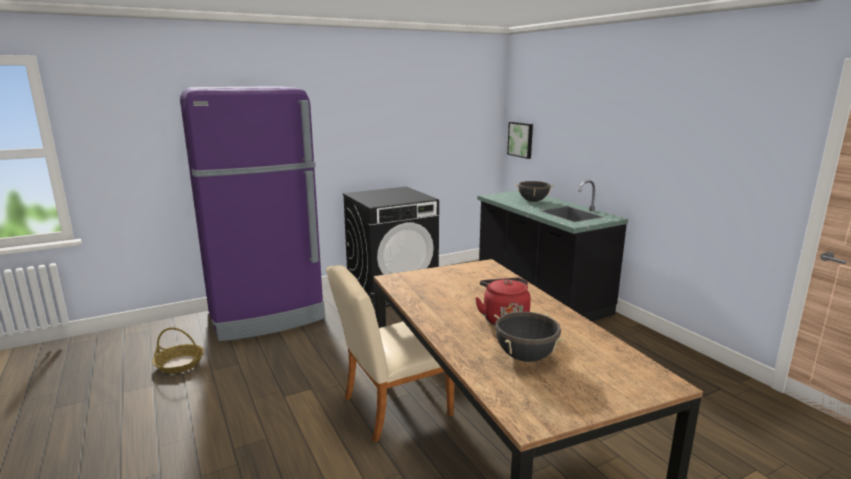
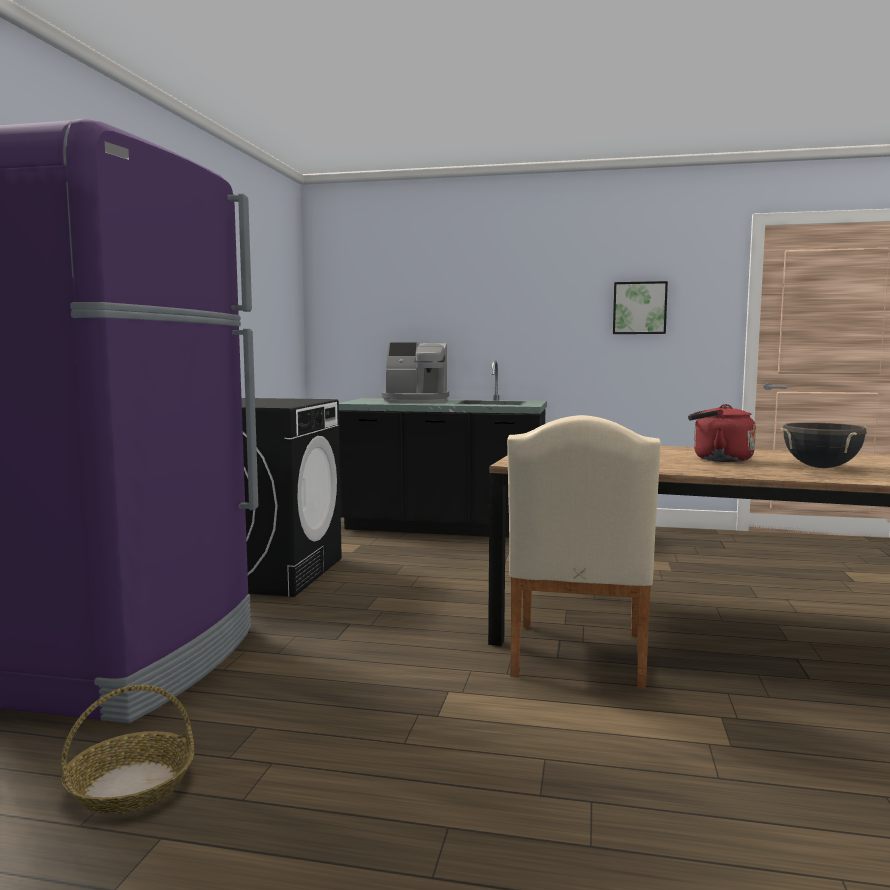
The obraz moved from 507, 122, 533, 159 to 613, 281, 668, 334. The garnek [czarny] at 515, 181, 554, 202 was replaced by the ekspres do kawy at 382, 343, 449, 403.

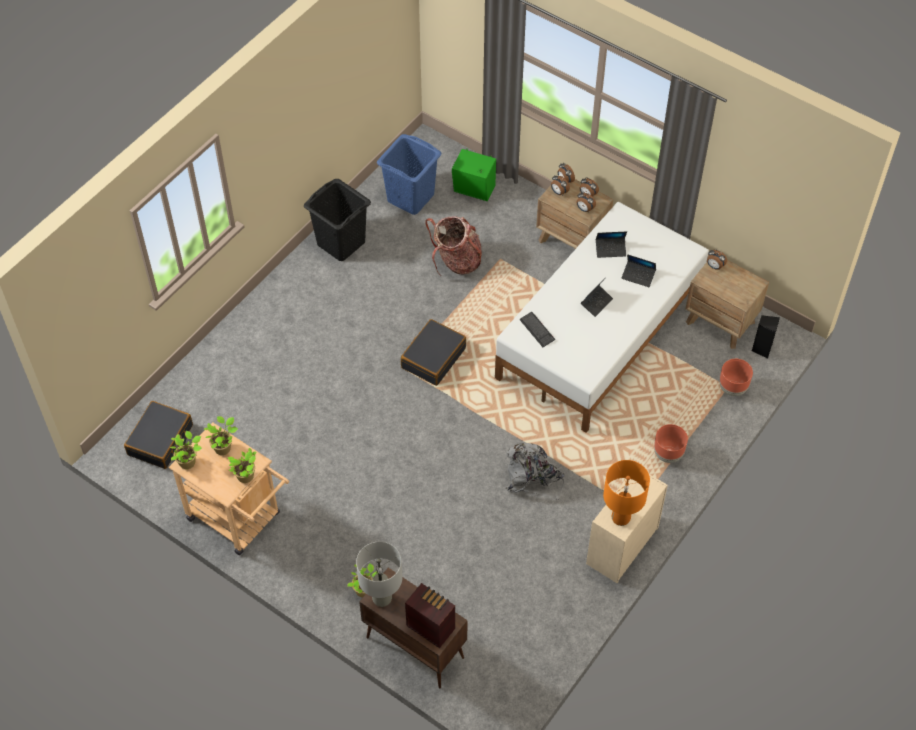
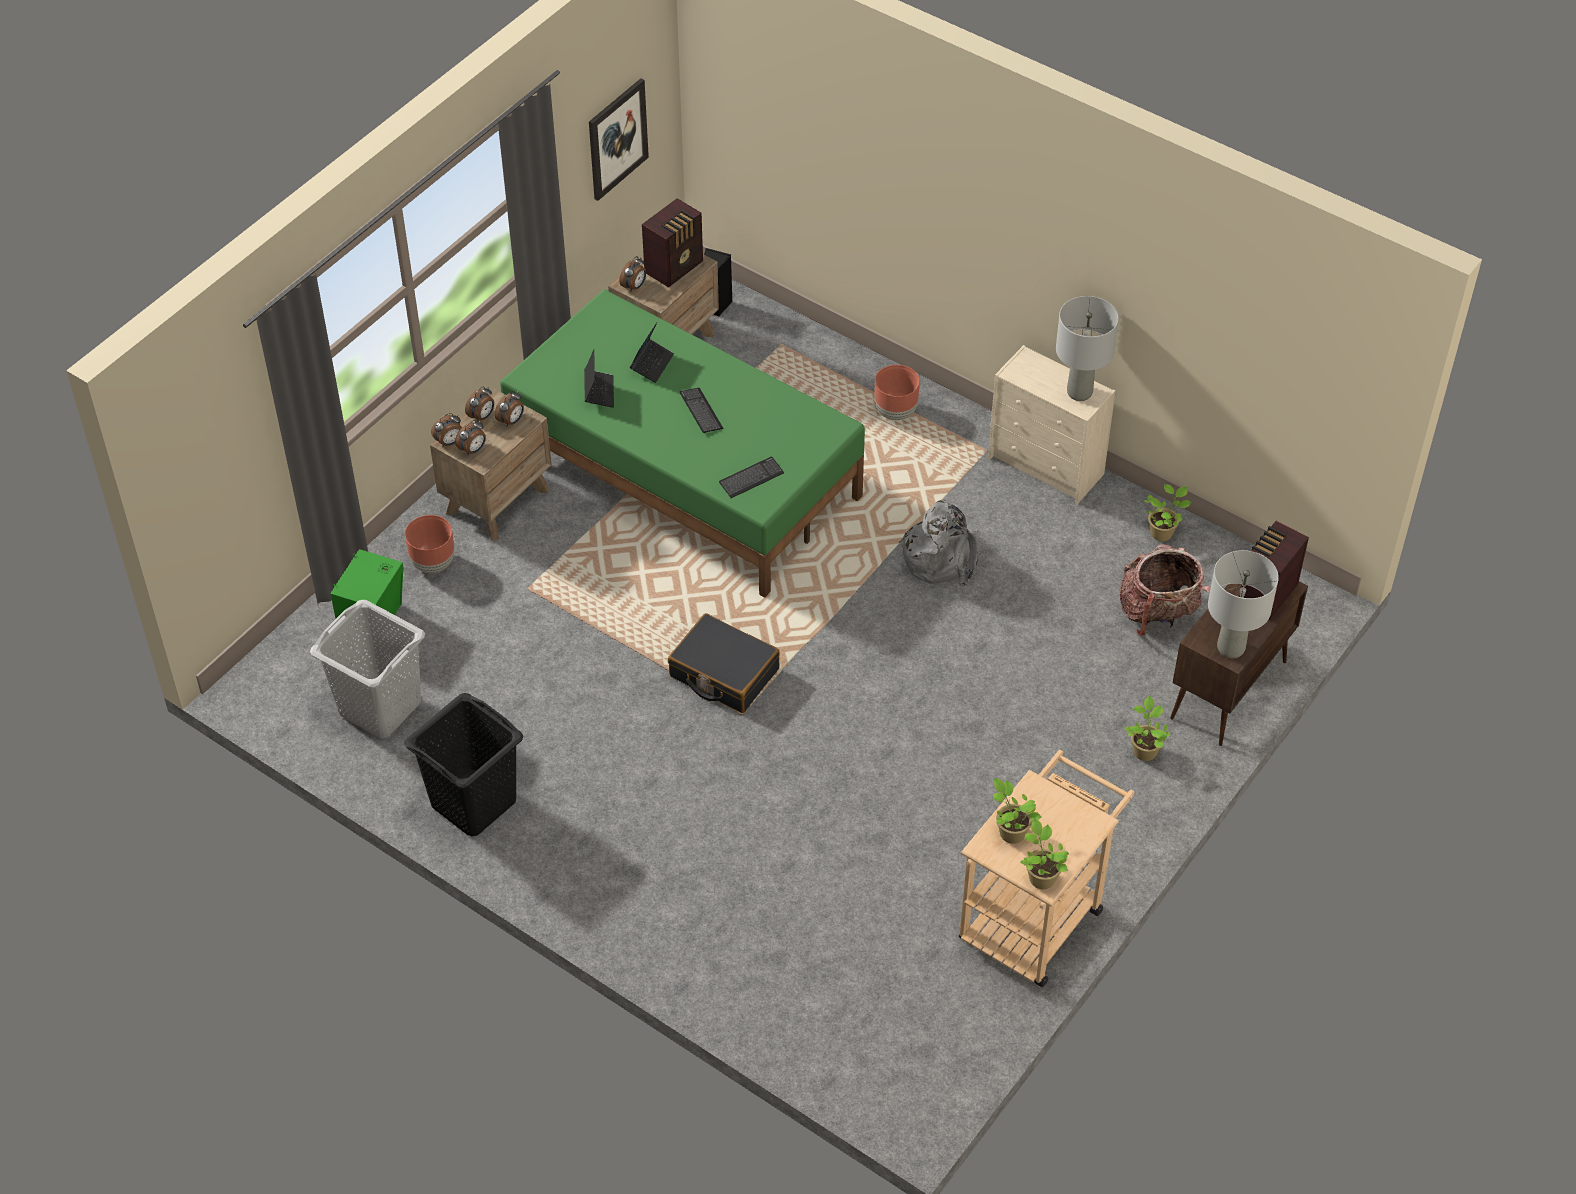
The walizka [czarny] at 124, 401, 193, 469 disappeared. The obraz at 589, 78, 649, 201 appeared. The radio at 642, 198, 703, 288 appeared. The roślina doniczkowa moved from 227, 448, 257, 483 to 1144, 484, 1191, 541. The plecak moved from 425, 217, 482, 276 to 1119, 543, 1211, 636. The donica [brązowy] moved from 719, 359, 753, 396 to 405, 515, 454, 573. The laptop at 581, 277, 613, 317 was replaced by the klawiatura at 680, 388, 724, 433. The kosz na pranie [niebieski] at 377, 134, 441, 215 became the kosz na pranie [szary] at 310, 600, 425, 738. The łóżko [biały] at 495, 202, 709, 433 became the łóżko [zielony] at 500, 290, 865, 598. The lampa stołowa [pomarańczowy] at 603, 460, 650, 526 became the lampa stołowa [szary] at 1056, 296, 1119, 401.

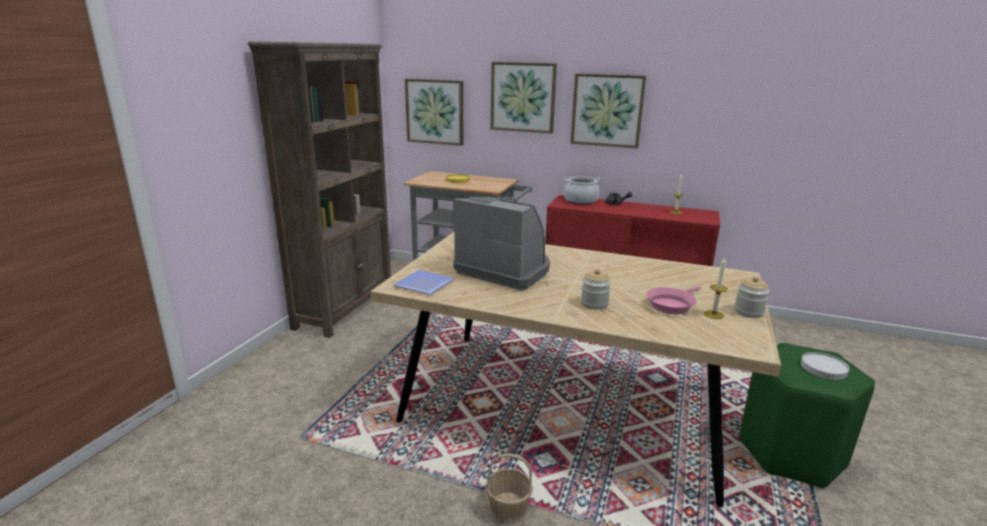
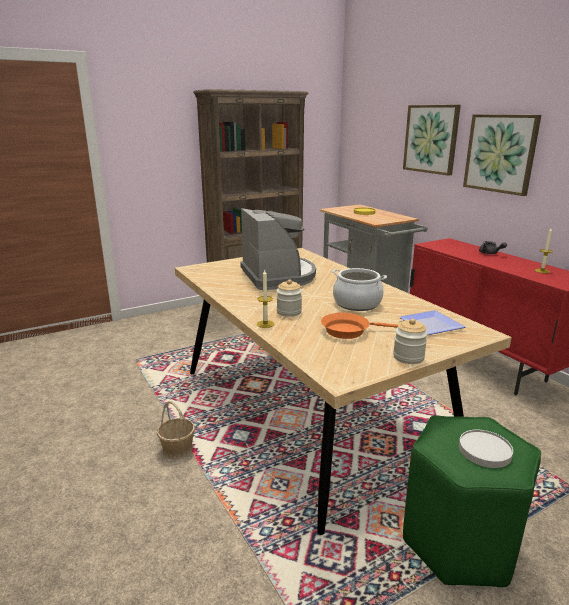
The obraz at 405, 79, 463, 146 disappeared. The talerz moved from 393, 270, 455, 295 to 399, 310, 466, 335. The garnek moved from 564, 177, 601, 205 to 332, 268, 387, 311. The świeca moved from 704, 257, 728, 319 to 257, 270, 274, 328. The patelnia [różowy] at 646, 286, 701, 314 became the patelnia [pomarańczowy] at 321, 313, 398, 339.

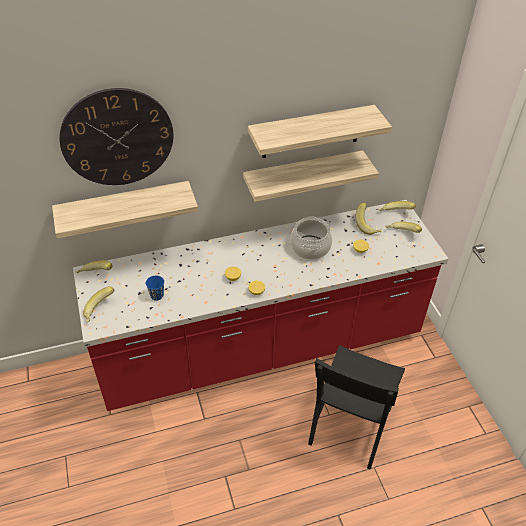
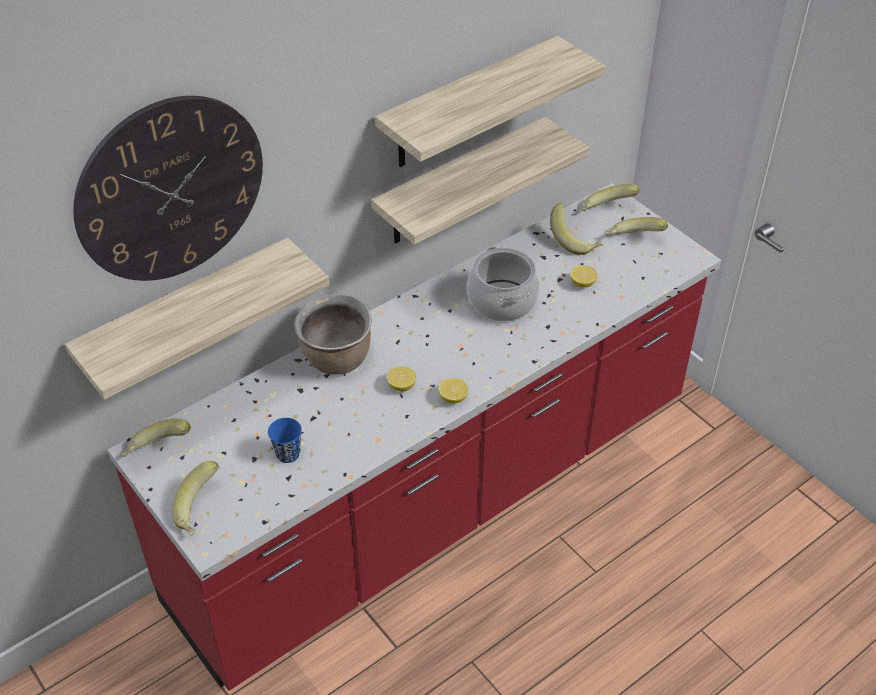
The krzesło [czarny] at 308, 345, 405, 470 disappeared. The garnek [brązowy] at 294, 294, 372, 374 appeared.

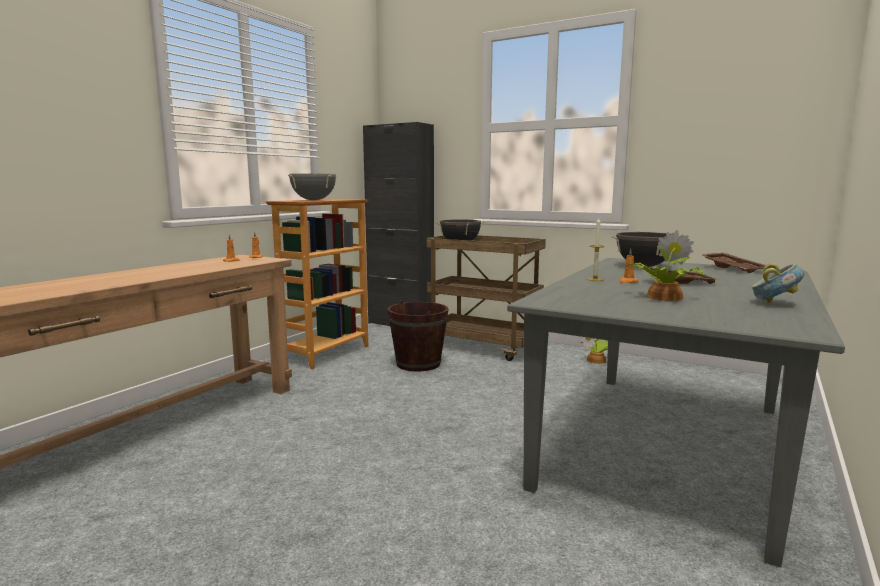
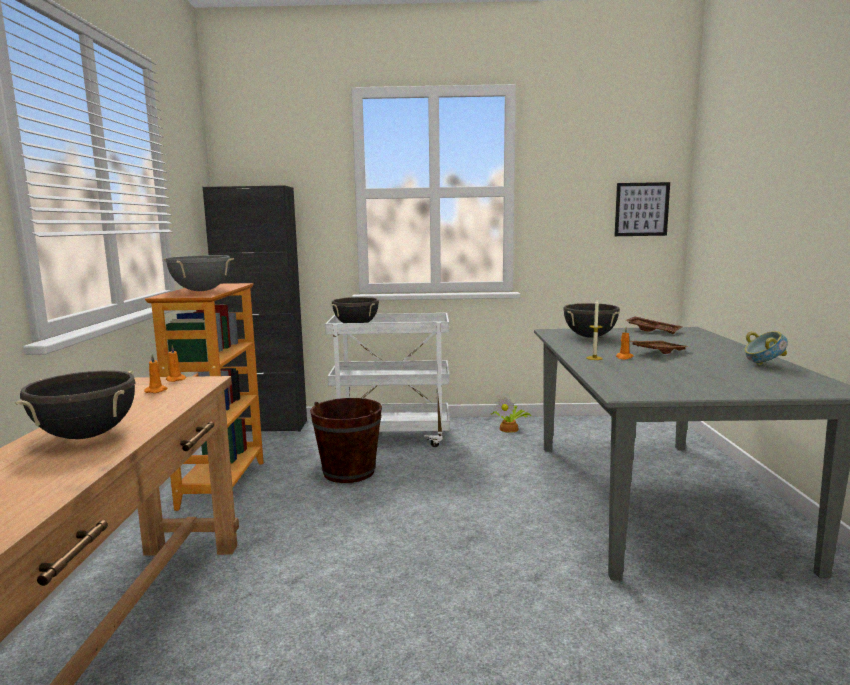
The roślina doniczkowa at 627, 230, 704, 301 disappeared. The garnek [czarny] at 15, 370, 136, 439 appeared. The obraz at 614, 182, 670, 236 appeared. The wózek [brązowy] at 426, 235, 546, 361 became the wózek [biały] at 325, 313, 450, 447.

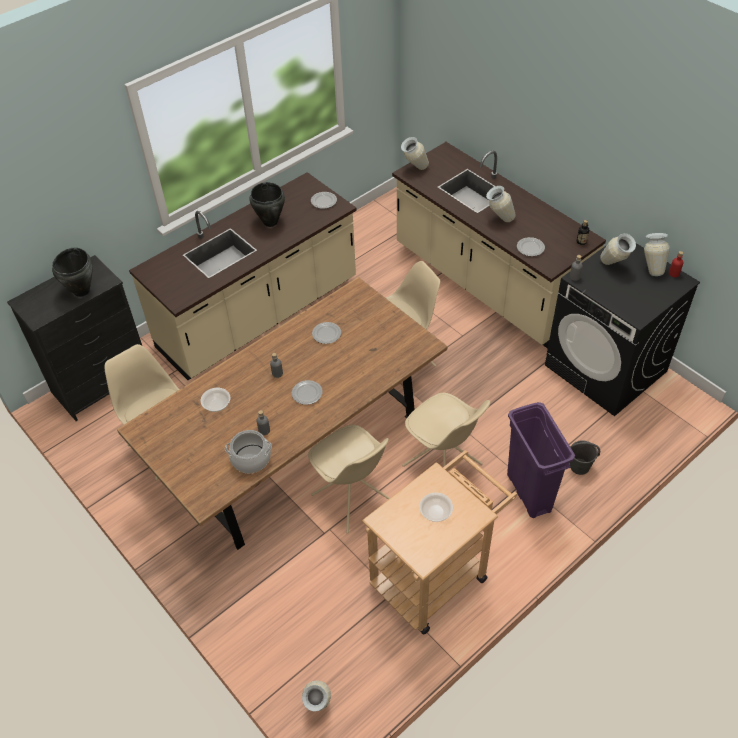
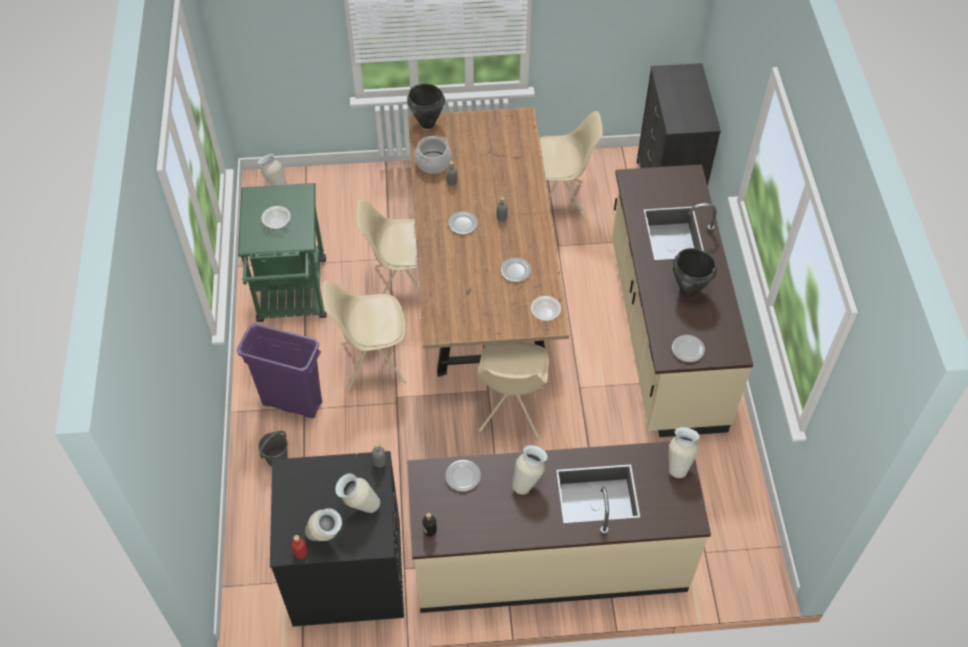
The garnek [czarny] moved from 52, 247, 93, 297 to 407, 83, 445, 129. The miska moved from 201, 388, 231, 412 to 531, 296, 561, 321. The wózek [beżowy] at 362, 450, 518, 634 became the wózek [zielony] at 238, 183, 327, 322.

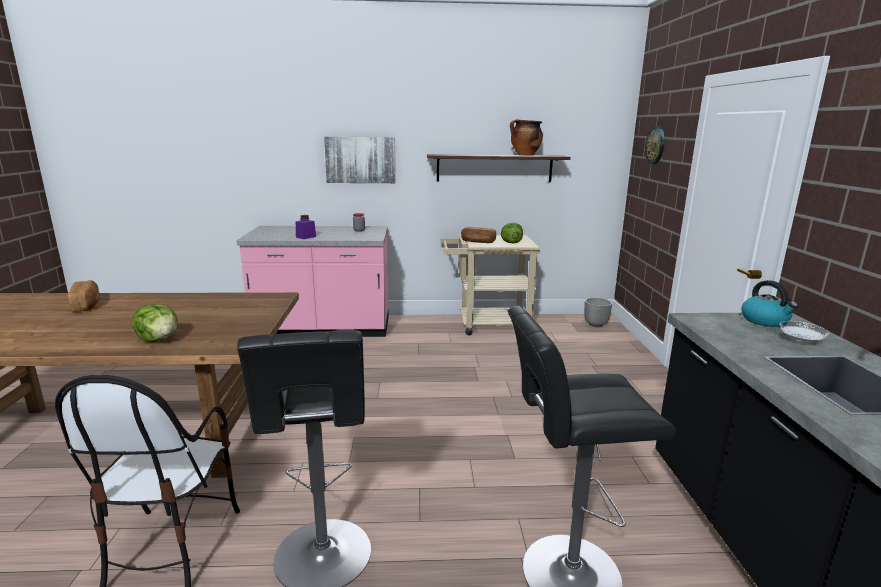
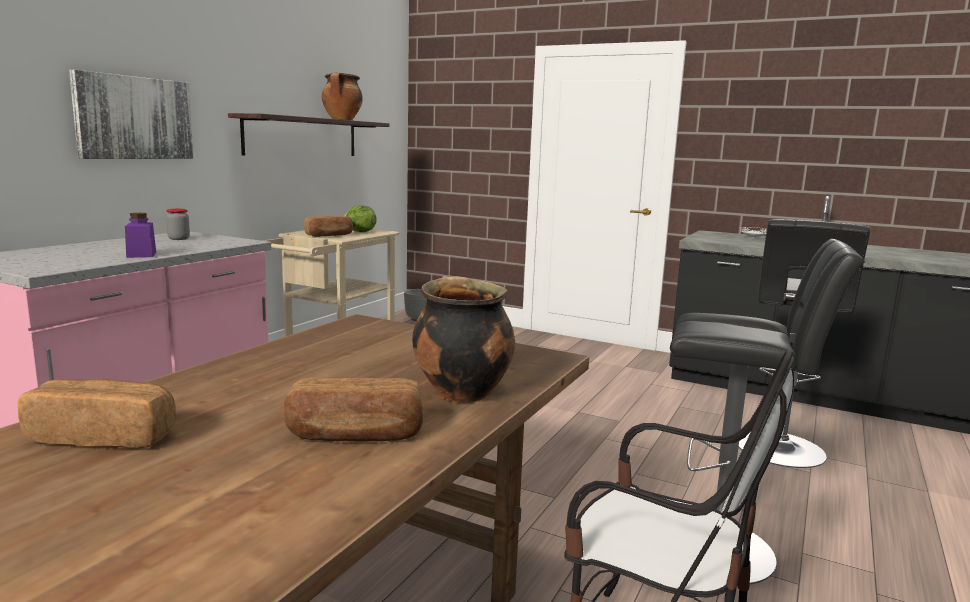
The zegar ścienny at 645, 126, 665, 164 disappeared. The czajnik at 741, 280, 798, 327 disappeared. The chleb at 283, 378, 424, 442 appeared. The sałata at 132, 304, 178, 342 was replaced by the garnek at 412, 276, 515, 403.

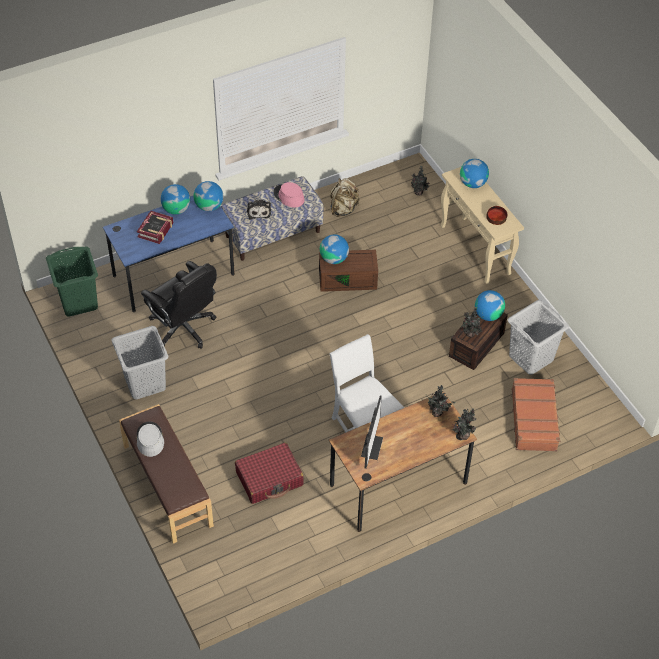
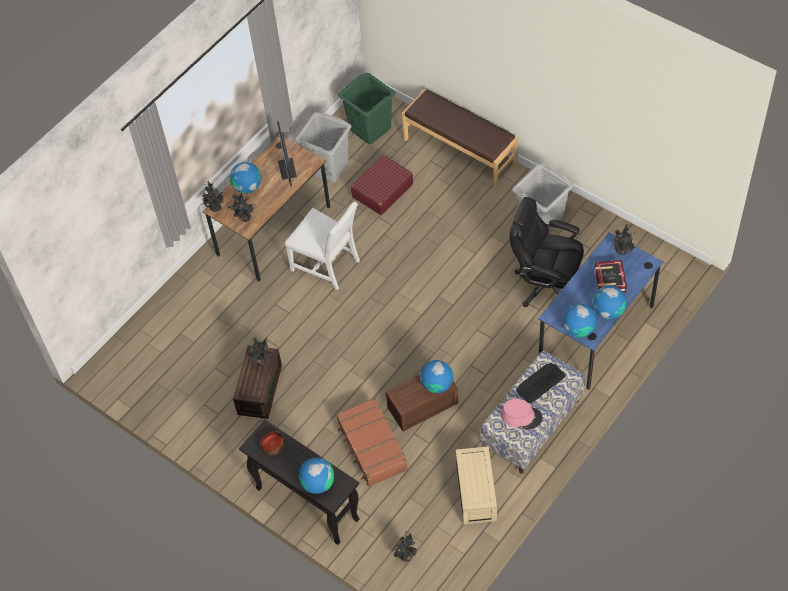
The kapelusz [szary] at 136, 421, 164, 457 disappeared. The roślina doniczkowa at 612, 224, 635, 255 appeared. The kosz na pranie [zielony] moved from 46, 246, 98, 317 to 338, 73, 396, 144. The globus moved from 475, 290, 505, 321 to 230, 162, 261, 193. The kosz na pranie [szary] moved from 508, 300, 569, 375 to 295, 112, 351, 182. The walizka [brązowy] moved from 512, 378, 561, 451 to 336, 398, 408, 487. The pluszak at 247, 200, 271, 220 was replaced by the klawiatura at 516, 363, 565, 403. The plecak [beżowy] at 330, 178, 359, 217 was replaced by the pojemnik do przechowywania [beżowy] at 456, 446, 497, 524. The stolik konsolowy [beżowy] at 440, 167, 524, 284 became the stolik konsolowy [czarny] at 239, 420, 359, 545.

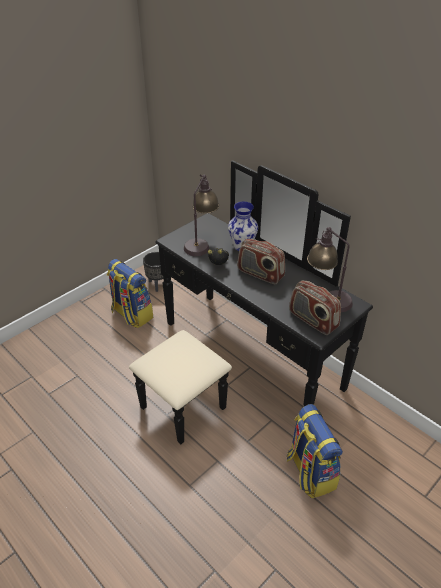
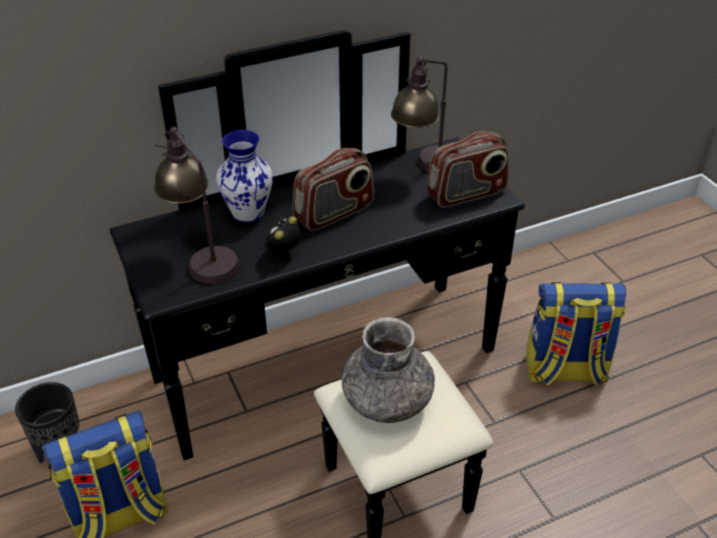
The wazon [szary] at 342, 317, 435, 423 appeared.

